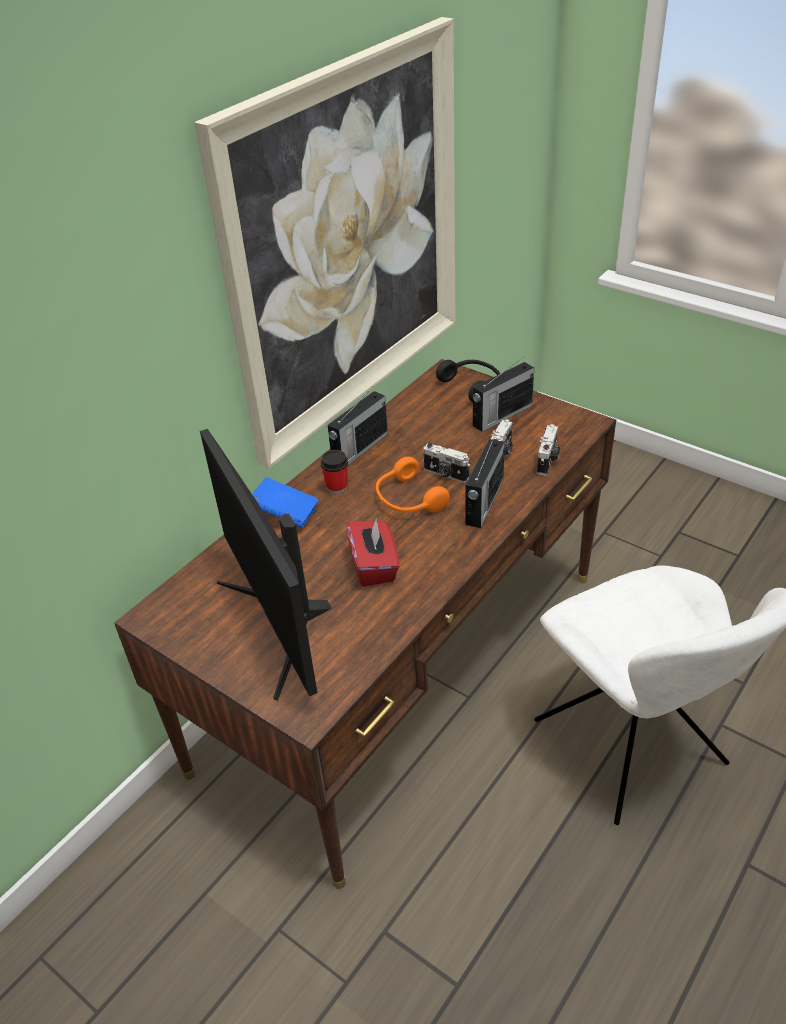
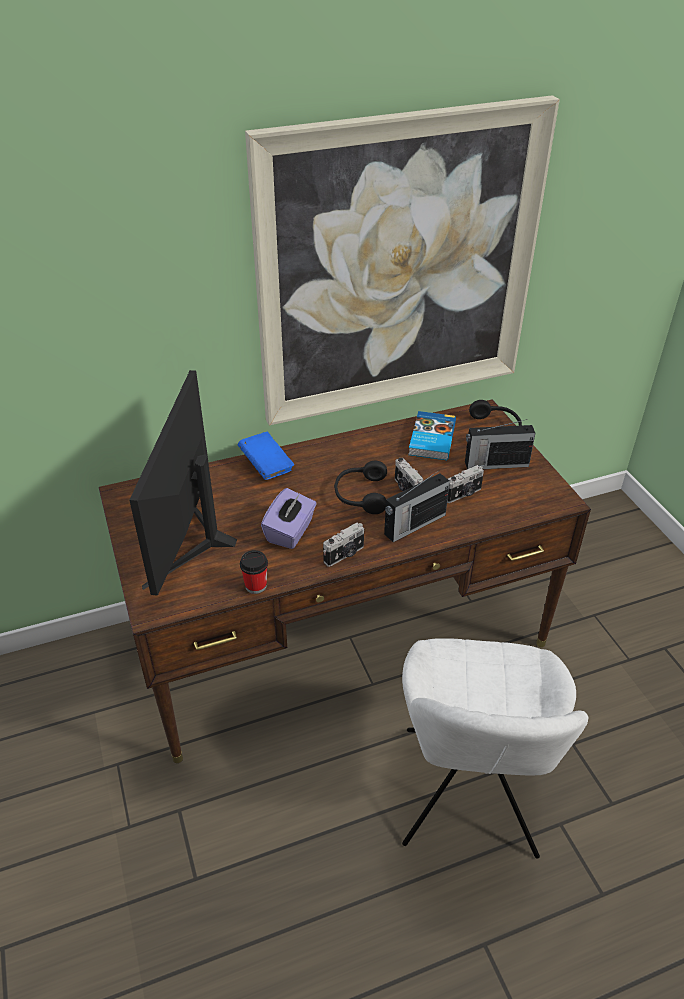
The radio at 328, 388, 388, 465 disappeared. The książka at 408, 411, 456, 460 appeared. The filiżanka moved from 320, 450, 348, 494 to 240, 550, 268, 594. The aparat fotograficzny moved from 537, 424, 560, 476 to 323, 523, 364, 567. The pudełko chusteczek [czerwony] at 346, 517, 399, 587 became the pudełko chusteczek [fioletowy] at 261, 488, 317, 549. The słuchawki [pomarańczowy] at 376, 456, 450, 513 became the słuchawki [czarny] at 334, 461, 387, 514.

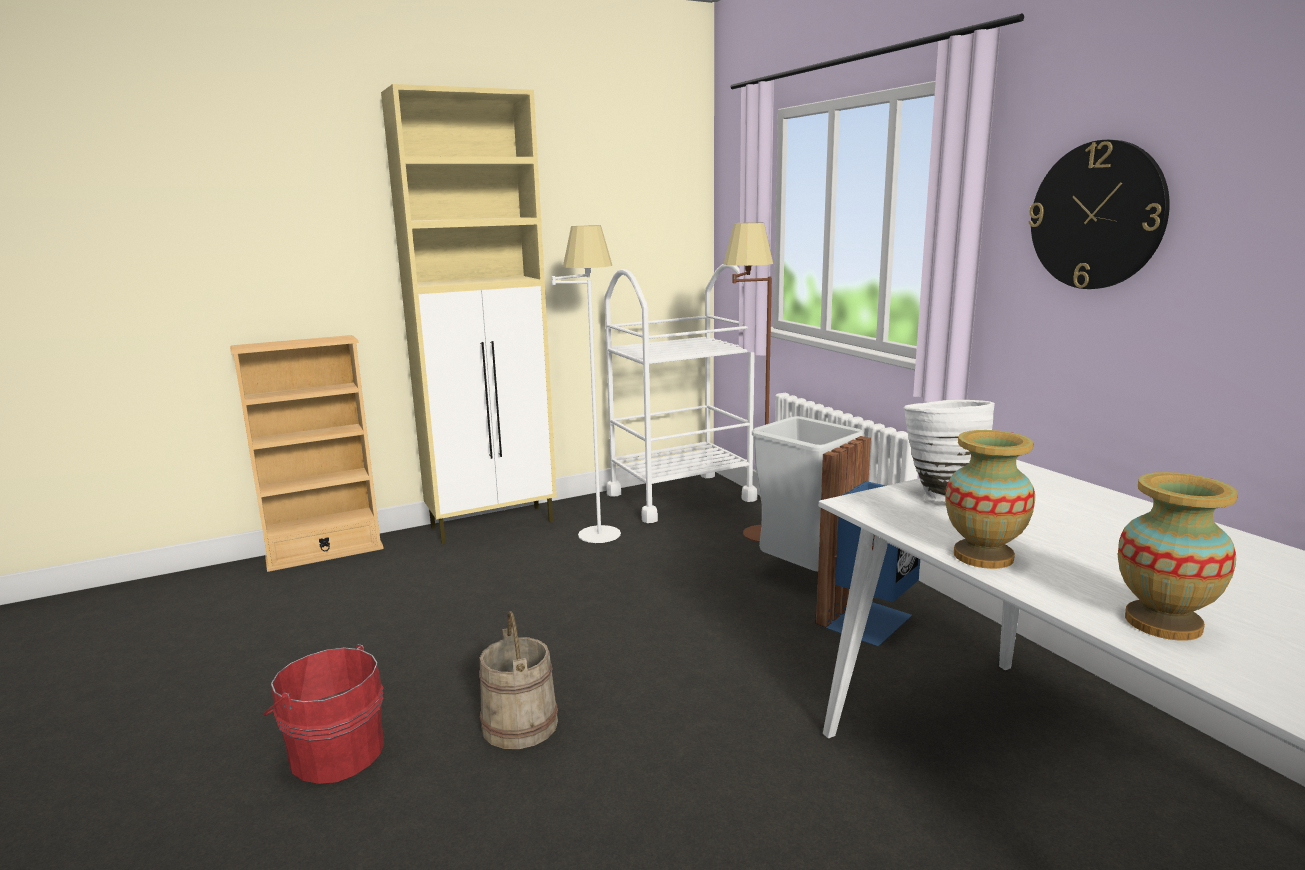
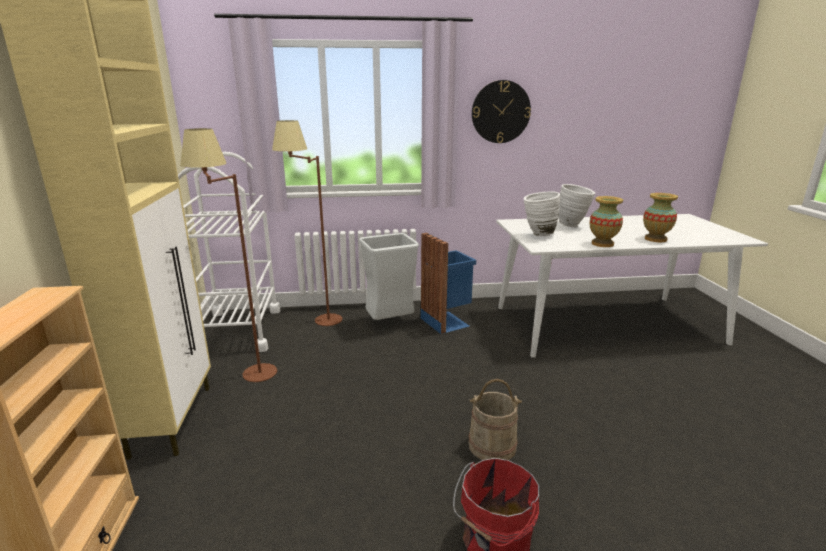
The wazon [biały] at 558, 184, 595, 228 appeared. The lampa stojąca [biały] at 551, 225, 621, 543 became the lampa stojąca [brązowy] at 180, 128, 277, 382.

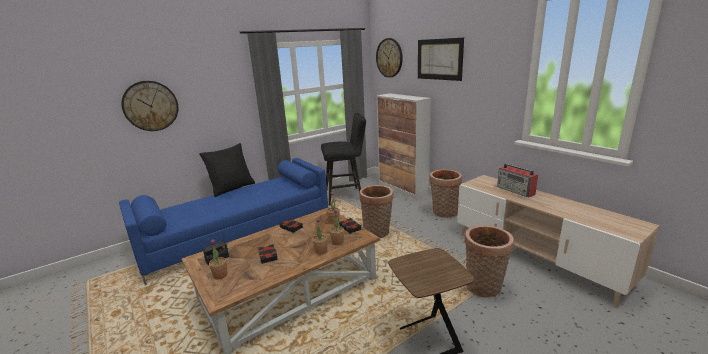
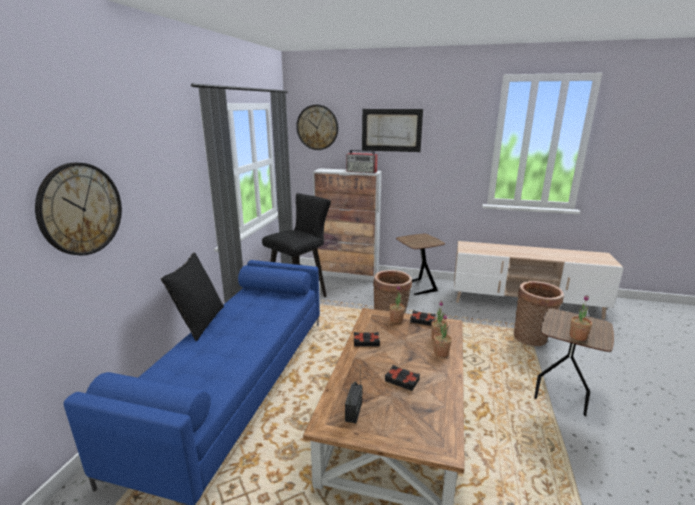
The roślina doniczkowa moved from 209, 239, 227, 280 to 570, 295, 592, 341. The radio moved from 497, 163, 538, 198 to 347, 150, 378, 173. The koszyk at 430, 169, 462, 218 was replaced by the stolik [brązowy] at 396, 234, 445, 295.

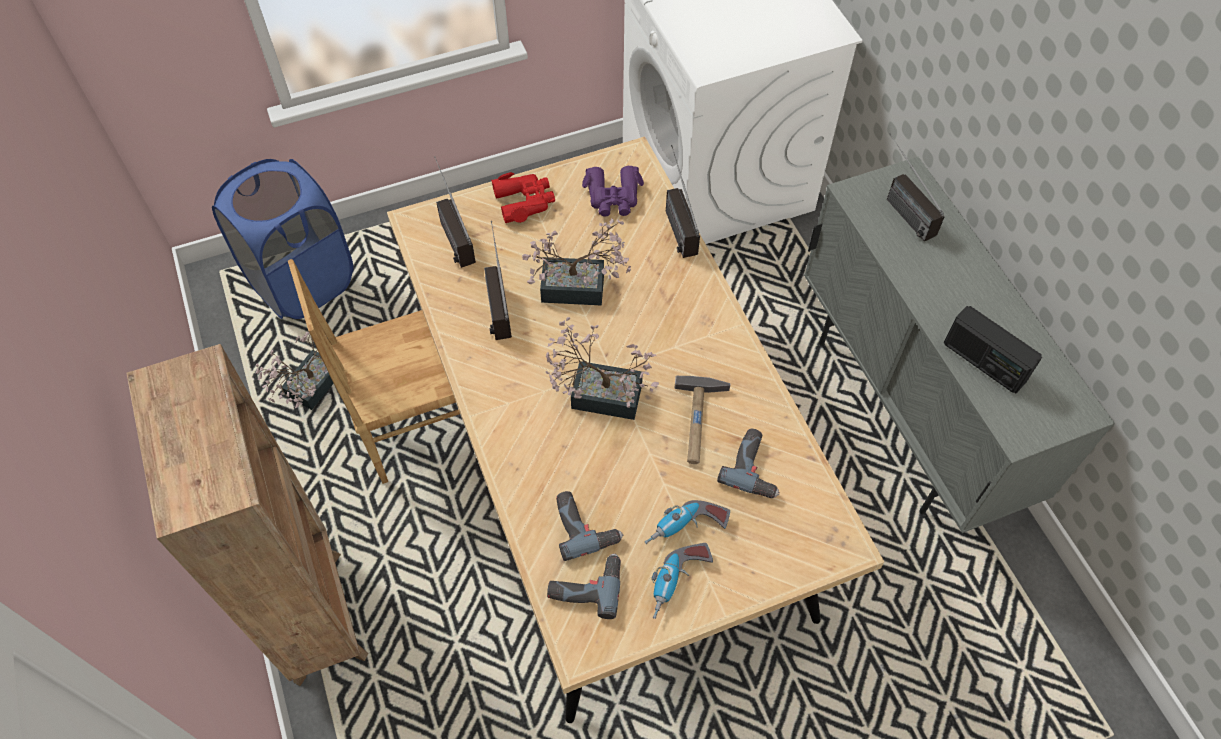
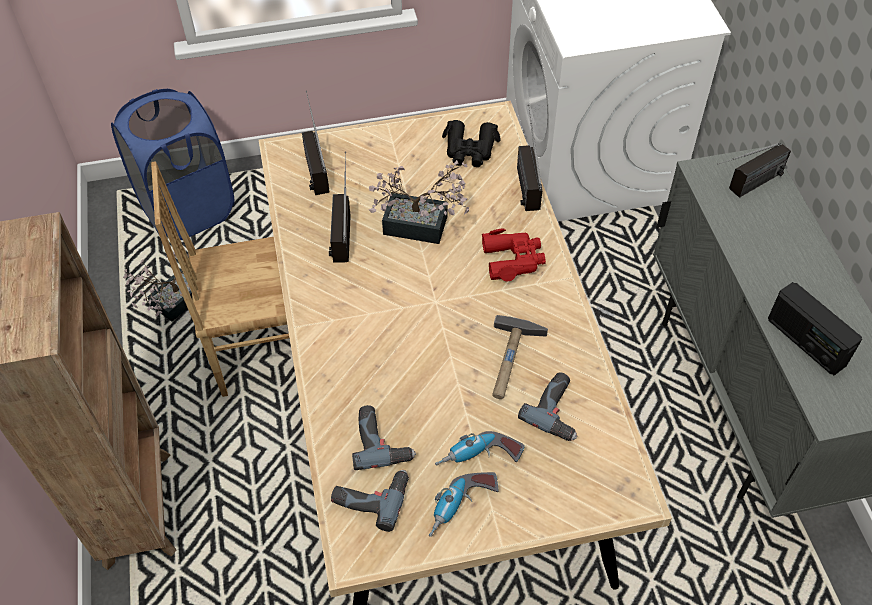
The roślina doniczkowa at 546, 317, 659, 420 disappeared. The lornetka [czerwony] moved from 491, 172, 555, 223 to 482, 228, 546, 282. The lornetka [fioletowy] at 582, 166, 644, 217 became the lornetka [czarny] at 442, 120, 500, 167. The radio at 887, 133, 944, 241 turned 105 degrees counterclockwise.

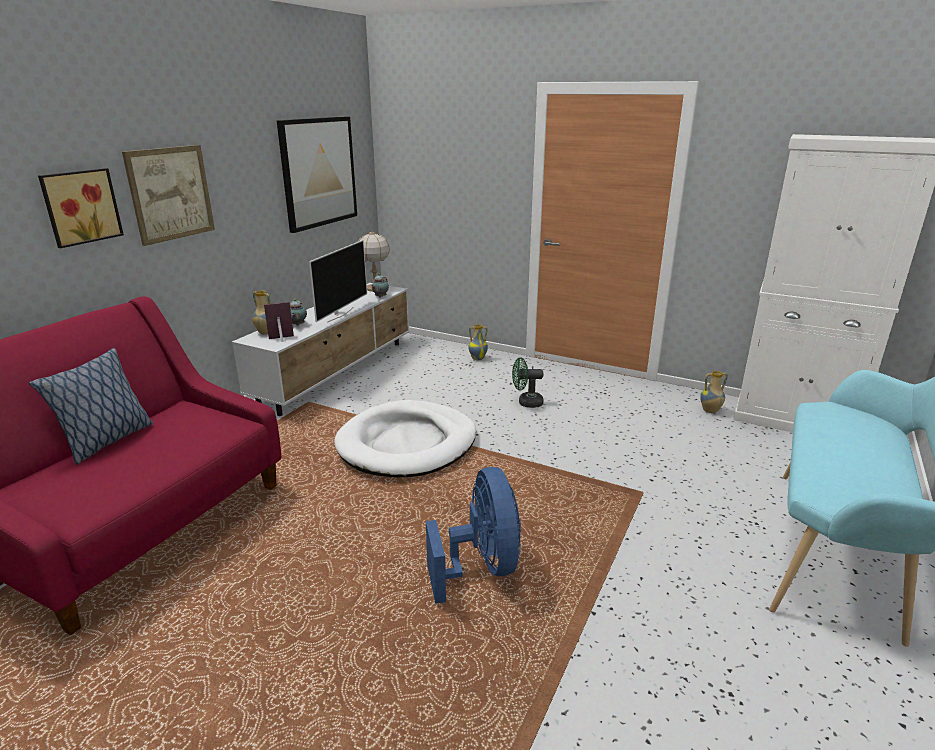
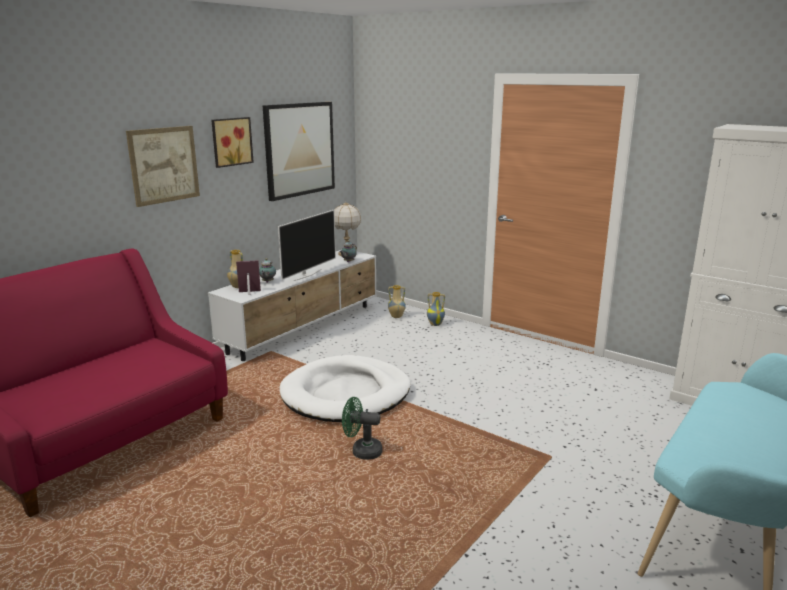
The poduszka at 29, 348, 153, 465 disappeared. The wentylator [niebieski] at 426, 467, 521, 604 disappeared. The obraz moved from 38, 168, 124, 248 to 211, 117, 254, 168. The wentylator [zielony] moved from 512, 358, 544, 408 to 342, 397, 383, 460. The wazon moved from 700, 371, 728, 413 to 388, 285, 406, 318.

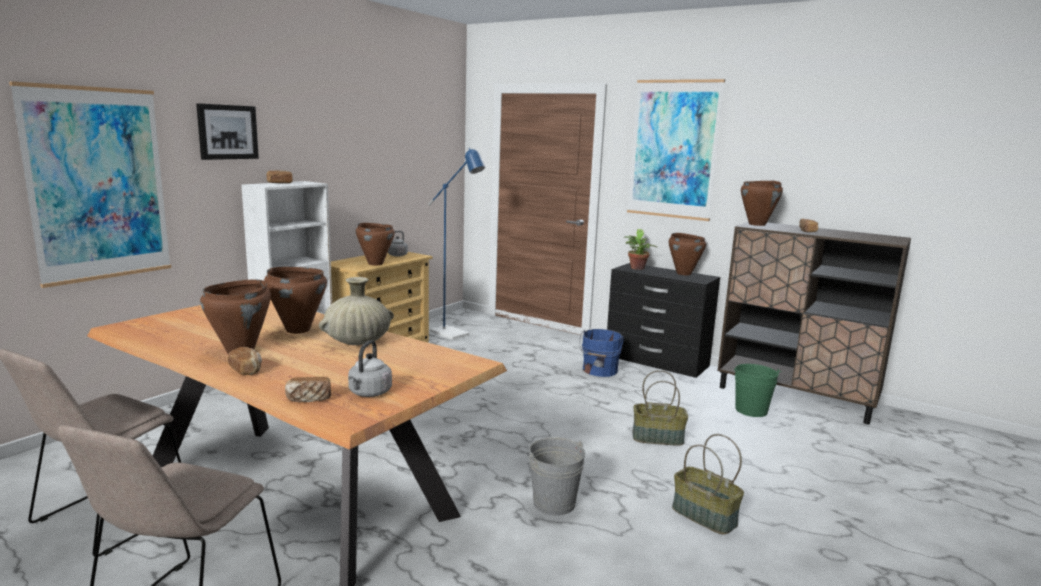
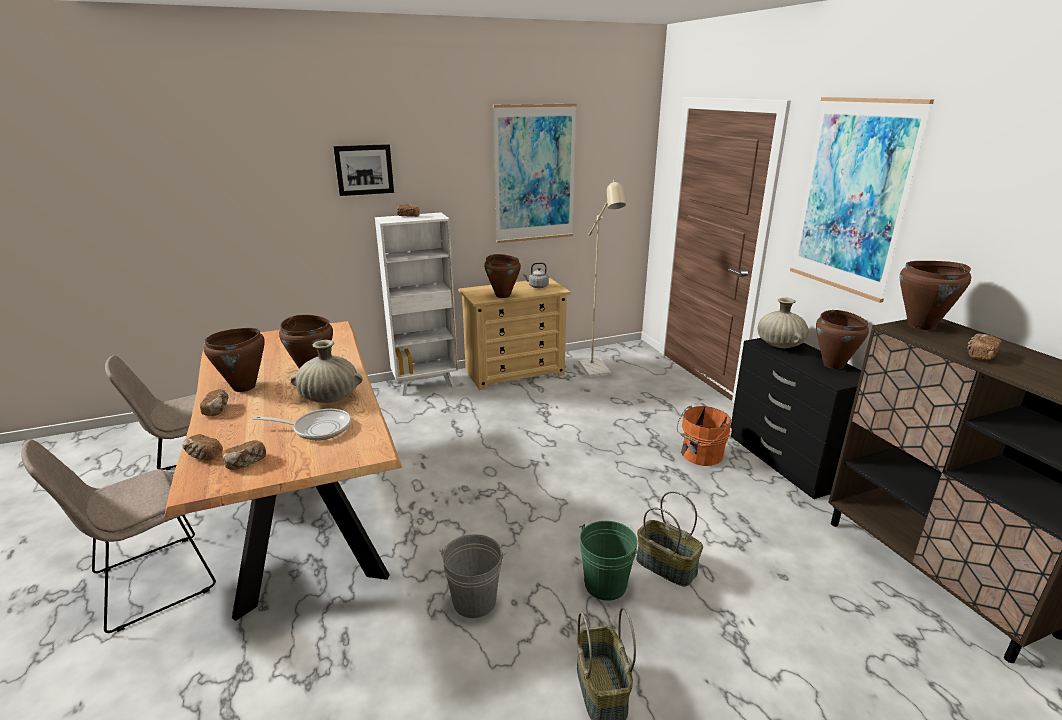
The patelnia at 253, 409, 351, 440 appeared. The obraz moved from 9, 81, 172, 288 to 493, 104, 577, 243. The wiadro [zielony] moved from 734, 364, 781, 417 to 579, 521, 637, 601. The czajnik [szary] at 348, 340, 392, 397 was replaced by the chleb at 222, 440, 266, 470. The roślina doniczkowa at 624, 229, 657, 270 was replaced by the wazon [beżowy] at 757, 297, 809, 348. The lampa stojąca [niebieski] at 428, 148, 485, 340 became the lampa stojąca [beżowy] at 579, 180, 626, 377. The wiadro [niebieski] at 579, 329, 624, 377 became the wiadro [pomarańczowy] at 677, 406, 731, 466.

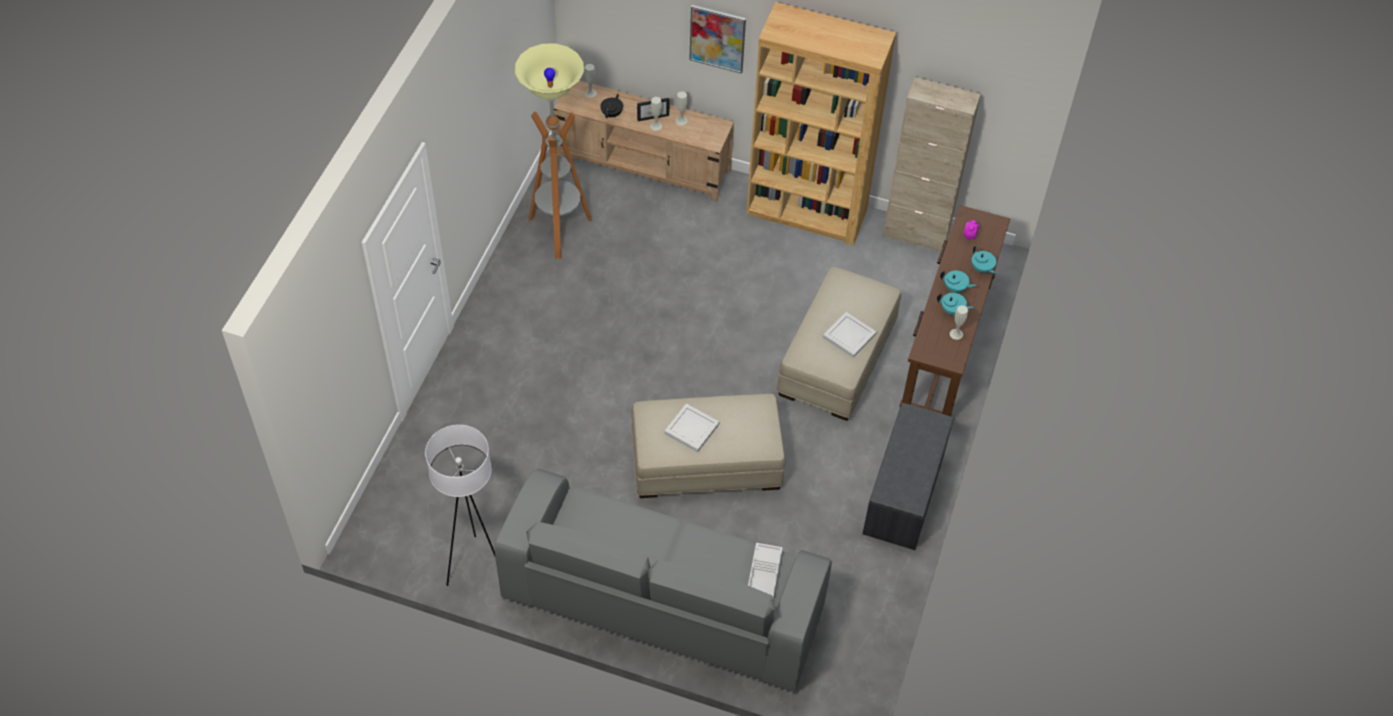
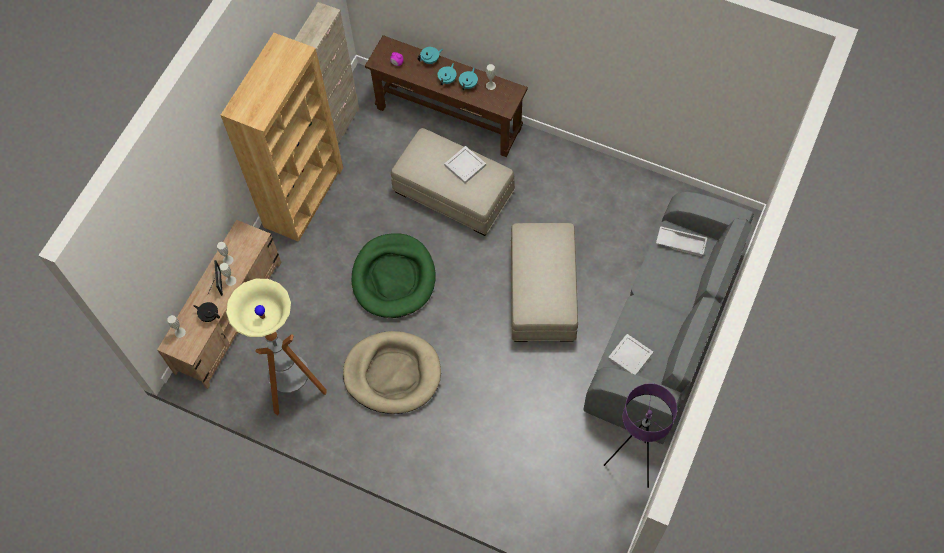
The obraz at 689, 5, 746, 74 disappeared. The ławka [szary] at 862, 403, 954, 550 disappeared. The legowisko [beżowy] at 343, 331, 441, 414 appeared. The legowisko [zielony] at 352, 233, 435, 318 appeared. The taca [biały] moved from 664, 404, 719, 452 to 608, 334, 653, 375. The lampa stojąca [biały] at 425, 425, 495, 586 became the lampa stojąca [fioletowy] at 604, 383, 677, 488.

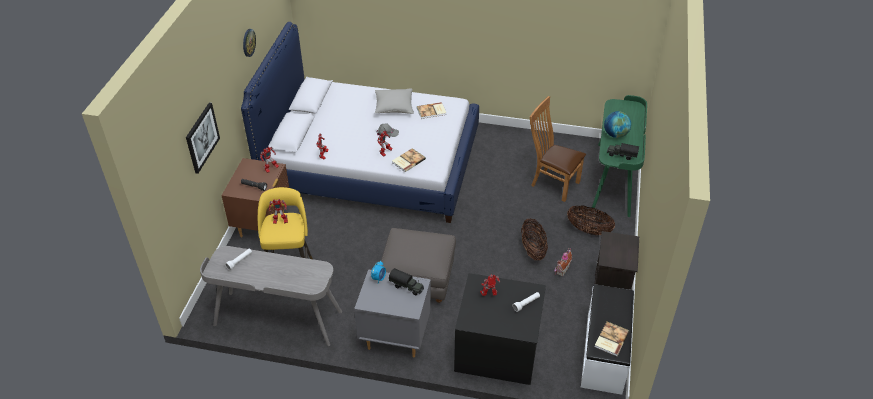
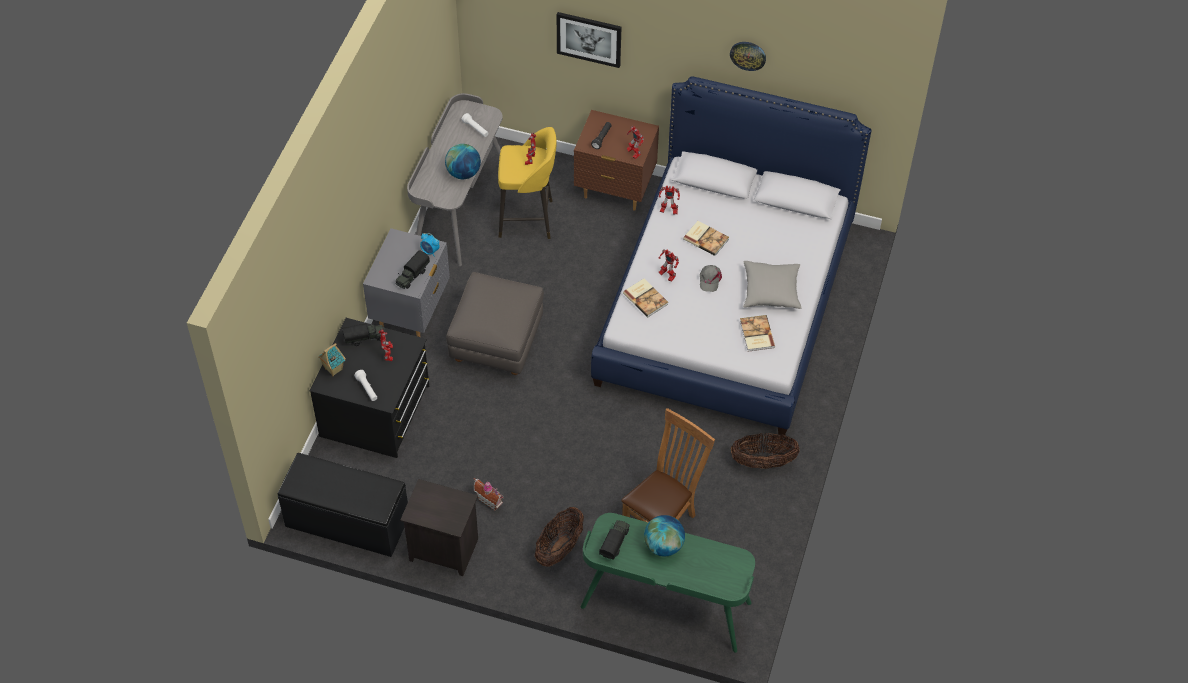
The domek at 318, 343, 346, 376 appeared. The ciężarówka zabawkowa at 342, 323, 386, 346 appeared. The globus at 445, 144, 481, 179 appeared. The koszyk moved from 521, 219, 548, 260 to 731, 433, 800, 469. The książka moved from 595, 321, 629, 356 to 683, 221, 729, 256. The ławka [biały] at 581, 284, 634, 395 became the ławka [czarny] at 278, 453, 408, 557.

